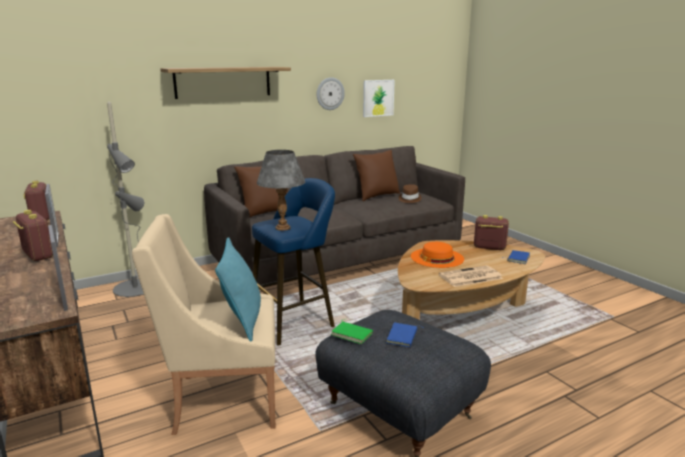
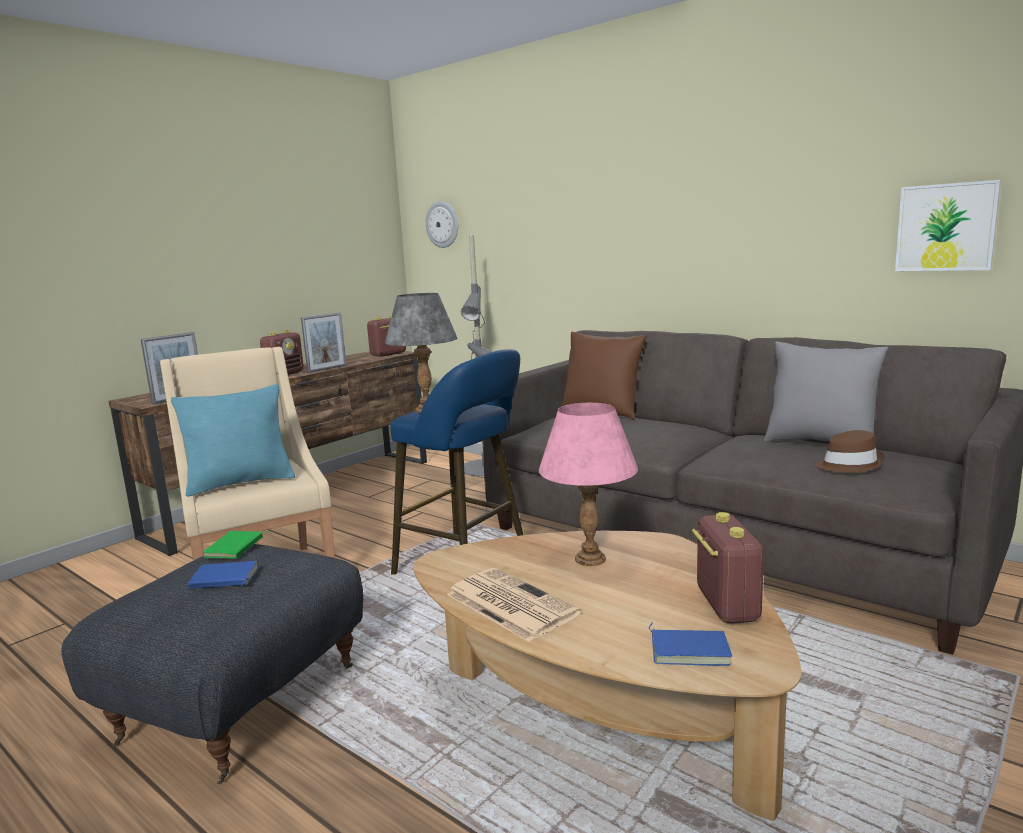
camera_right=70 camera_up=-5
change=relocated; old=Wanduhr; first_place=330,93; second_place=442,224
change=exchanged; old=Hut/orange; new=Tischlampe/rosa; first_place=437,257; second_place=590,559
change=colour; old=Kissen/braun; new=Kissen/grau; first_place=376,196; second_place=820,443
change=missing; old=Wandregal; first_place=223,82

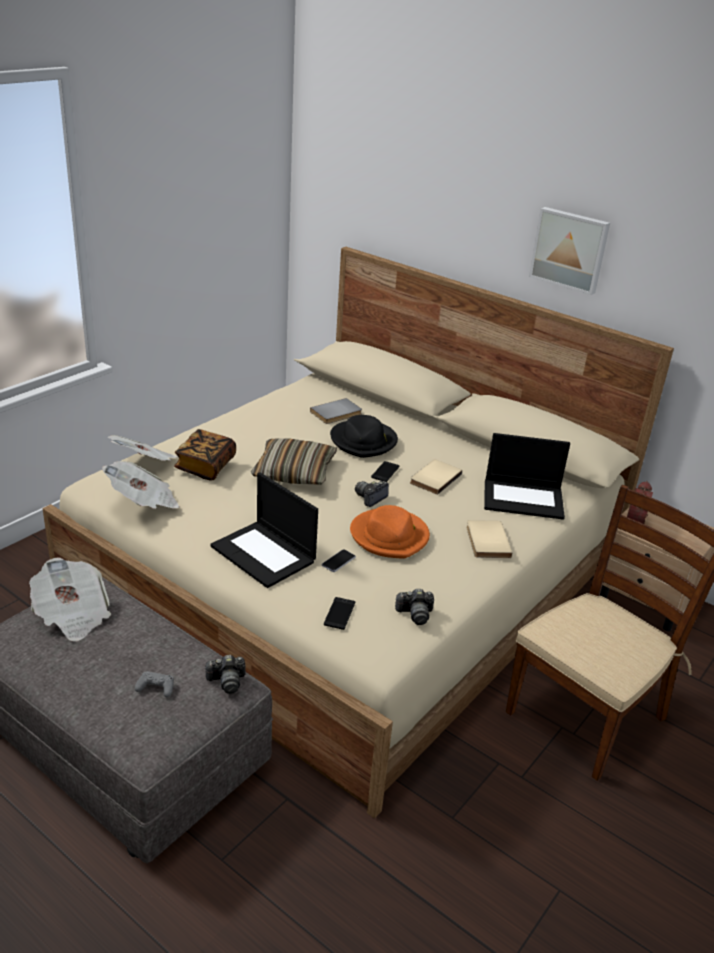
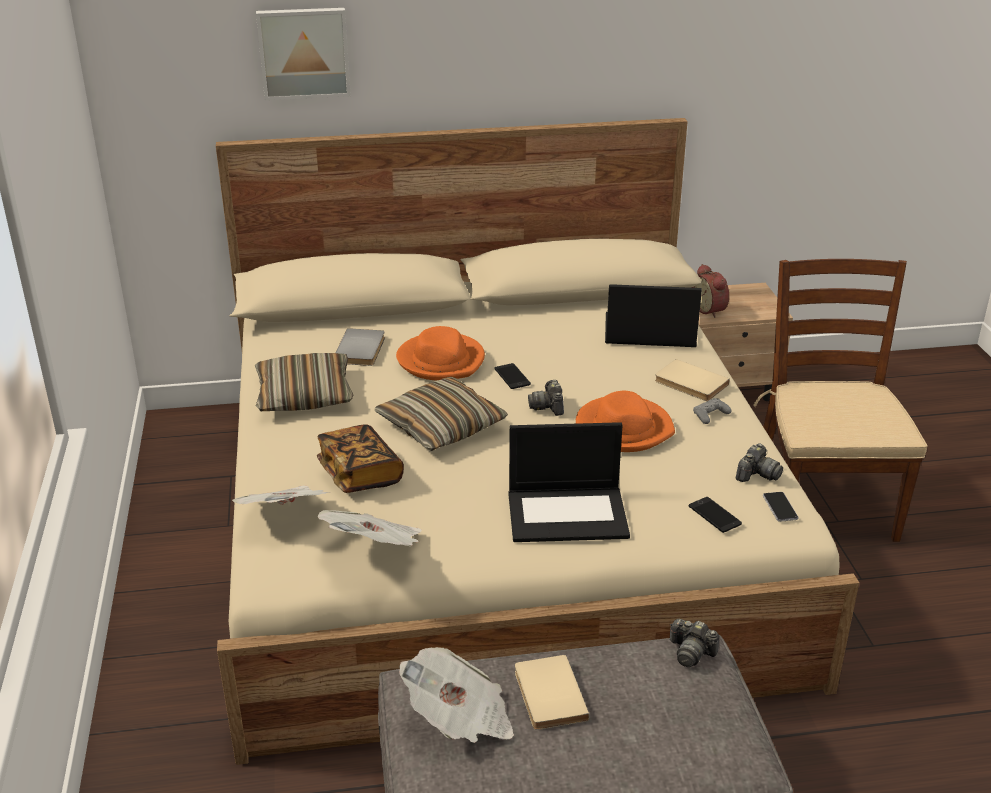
camera_right=-45 camera_up=0
change=appeared; new=Kissen; second_place=304,395
change=relocated; old=Bild; first_place=570,249; second_place=304,52
change=colour; old=Hut/schwarz; new=Hut/orange; first_place=364,441; second_place=441,360
change=relocated; old=Buch/beige; first_place=434,478; second_place=547,695
change=spun; old=Laptop; first_place=524,498; second_place=648,332; degrees=-135
change=spun; old=Kamera; first_place=227,681; second_place=691,652; degrees=90
change=relocated; old=Gamepad/grau; first_place=156,687; second_place=710,415
change=relocated; old=Handy; first_place=338,561; second_place=780,507

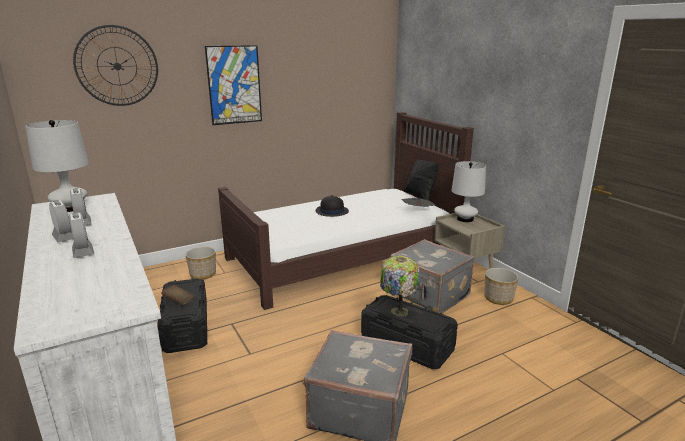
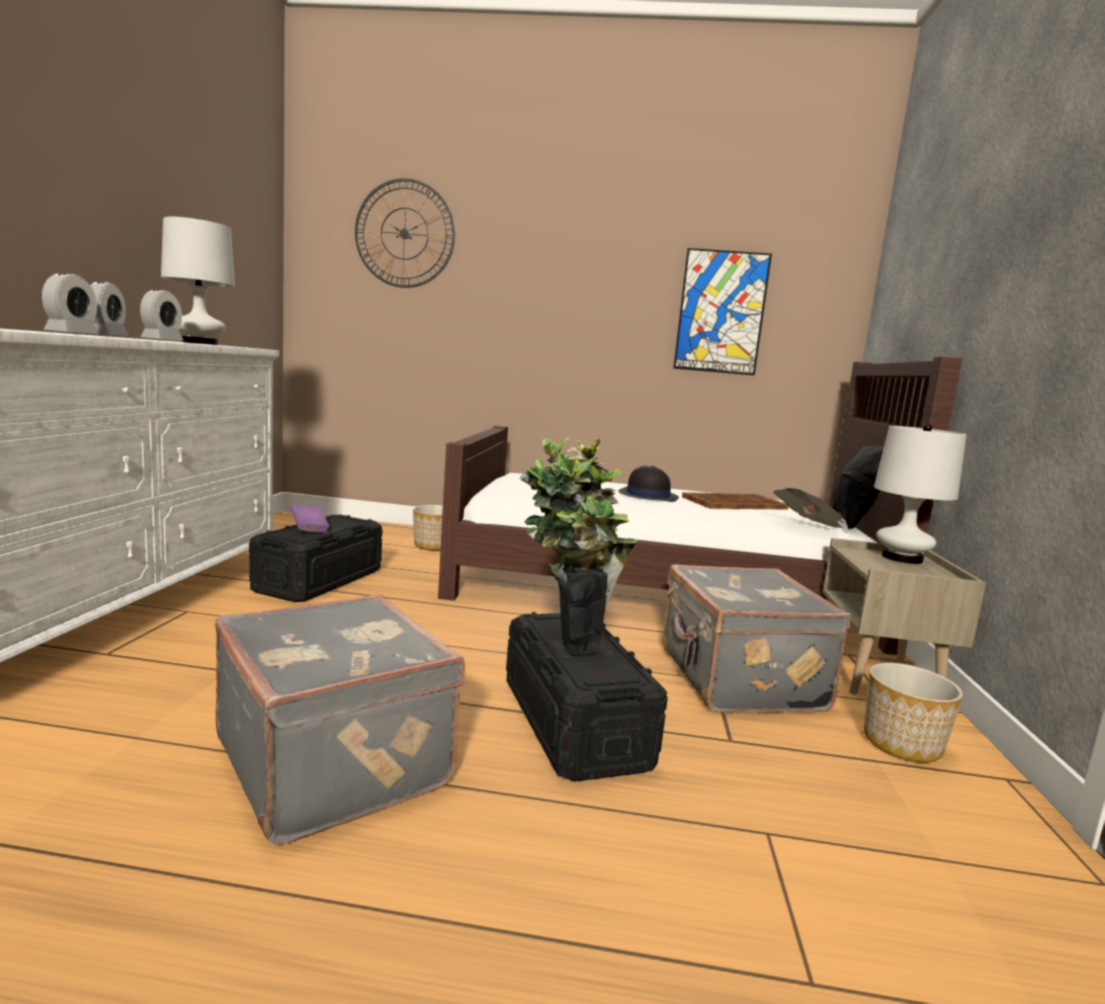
camera_right=35 camera_up=-10
change=colour; old=Buch/braun; new=Buch/lila; first_place=179,301; second_place=309,529
change=exchanged; old=Tischlampe; new=Topfpflanze; first_place=398,311; second_place=567,637
change=relocated; old=Bild; first_place=234,85; second_place=721,312
change=appeared; new=Tablett/braun; second_place=733,503

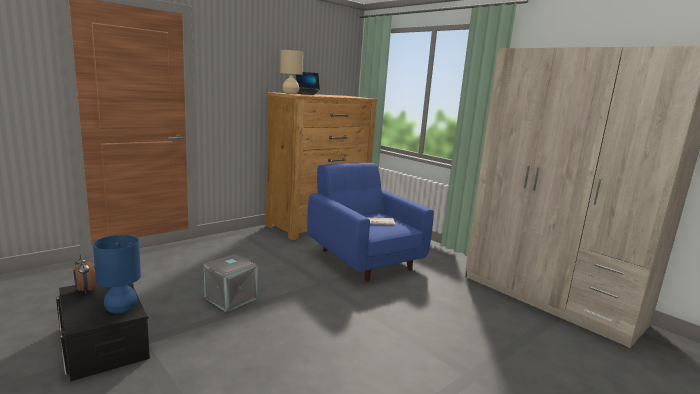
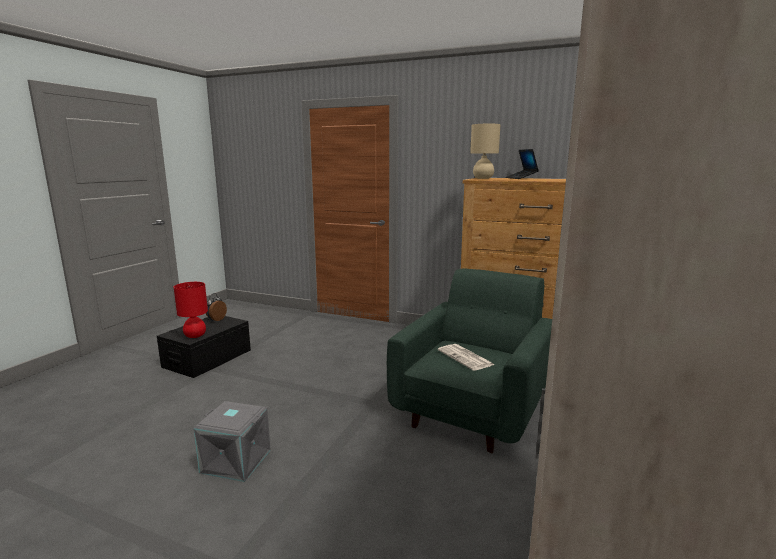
camera_right=65 camera_up=0
change=colour; old=Tischlampe/blau; new=Tischlampe/rot; first_place=121,309; second_place=195,335
change=relocated; old=Aufbewahrungsbox/grau; first_place=231,299; second_place=235,462
change=colour; old=Sessel/blau; new=Sessel/grün; first_place=364,258; second_place=474,408

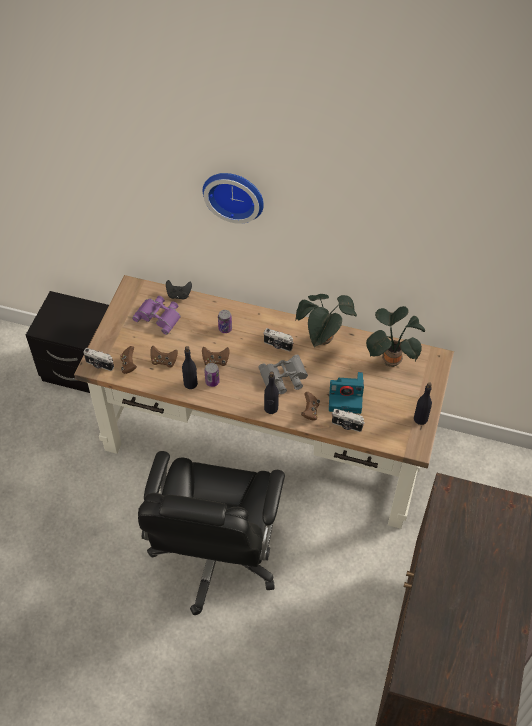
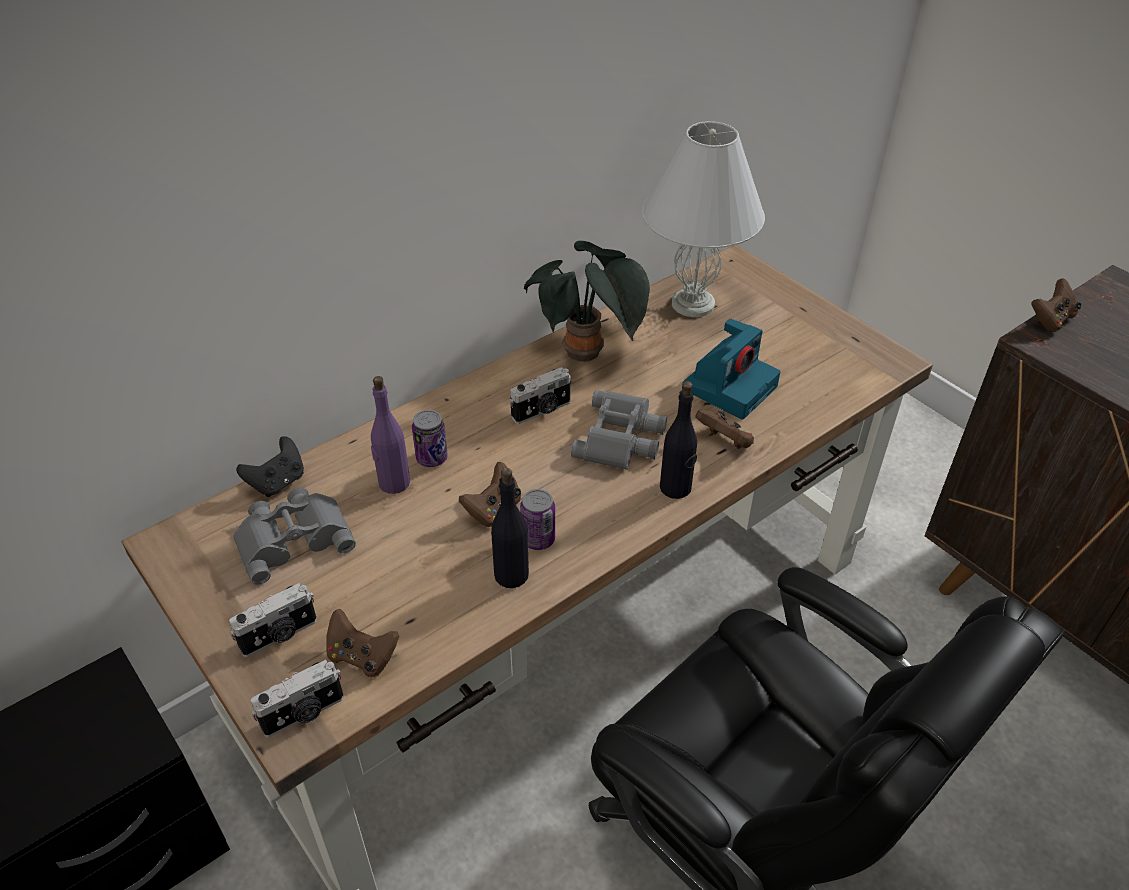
camera_right=-55 camera_up=-10
change=relocated; old=Kamera; first_place=346,426; second_place=279,635
change=colour; old=Fernglas/lila; new=Fernglas/grau; first_place=159,316; second_place=293,537
change=appeared; new=Flasche/lila; second_place=393,483
change=exchanged; old=Topfpflanze; new=Tischlampe/weiß; first_place=391,358; second_place=693,304
change=relocated; old=Gamepad/braun; first_place=164,361; second_place=1051,320
change=missing; old=Wanduhr; first_place=234,194
change=missing; old=Flasche/schwarz; first_place=420,418

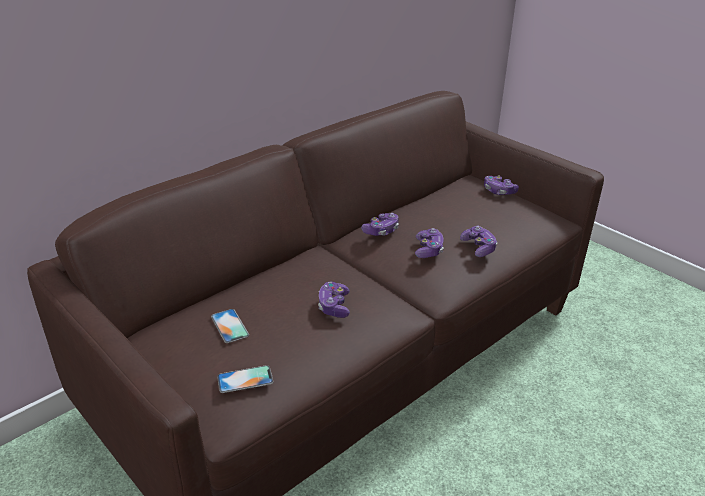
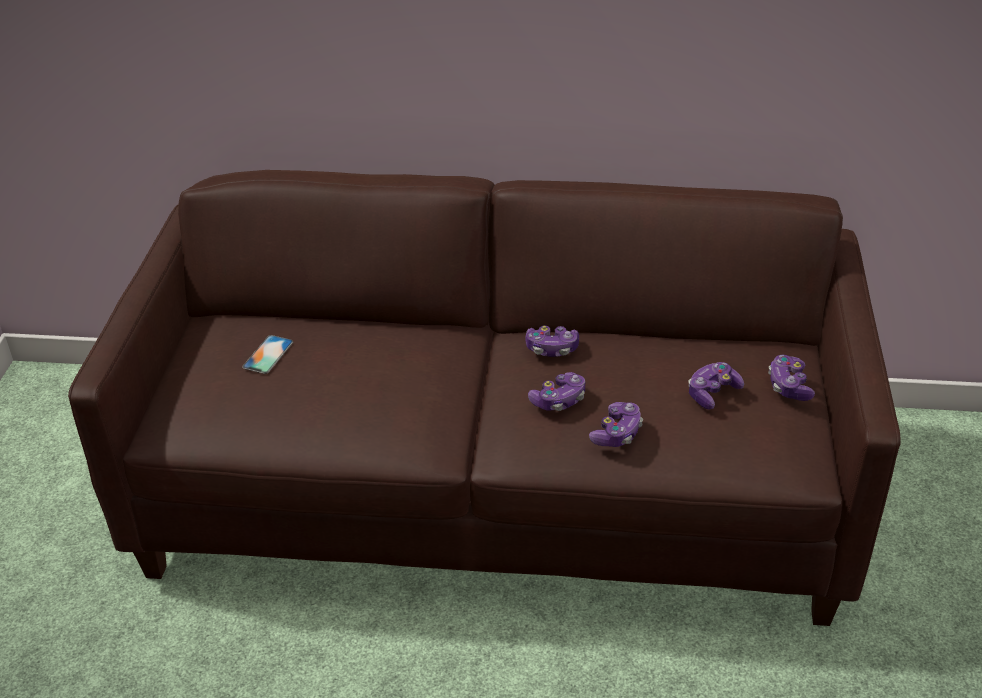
camera_right=50 camera_up=5
change=relocated; old=Gamepad; first_place=334,306; second_place=712,393
change=missing; old=Handy; first_place=245,379

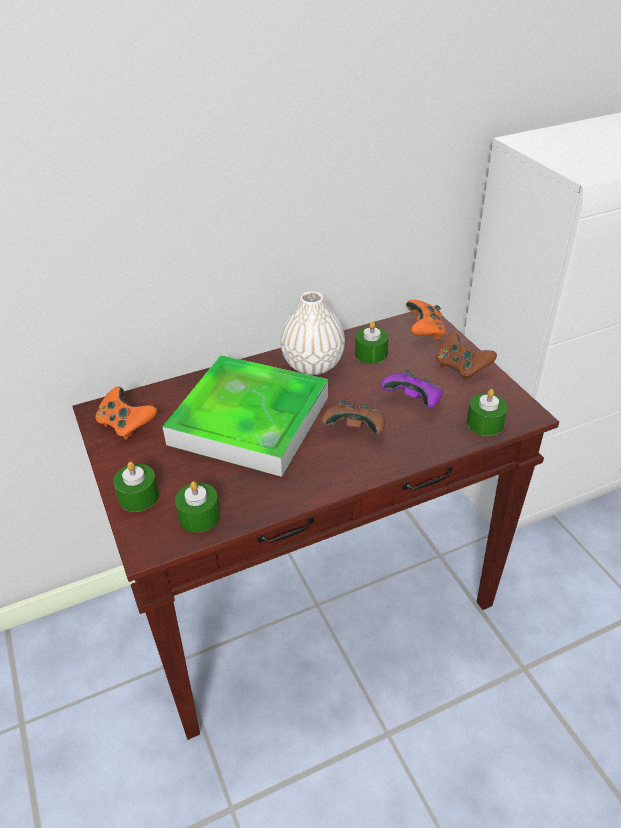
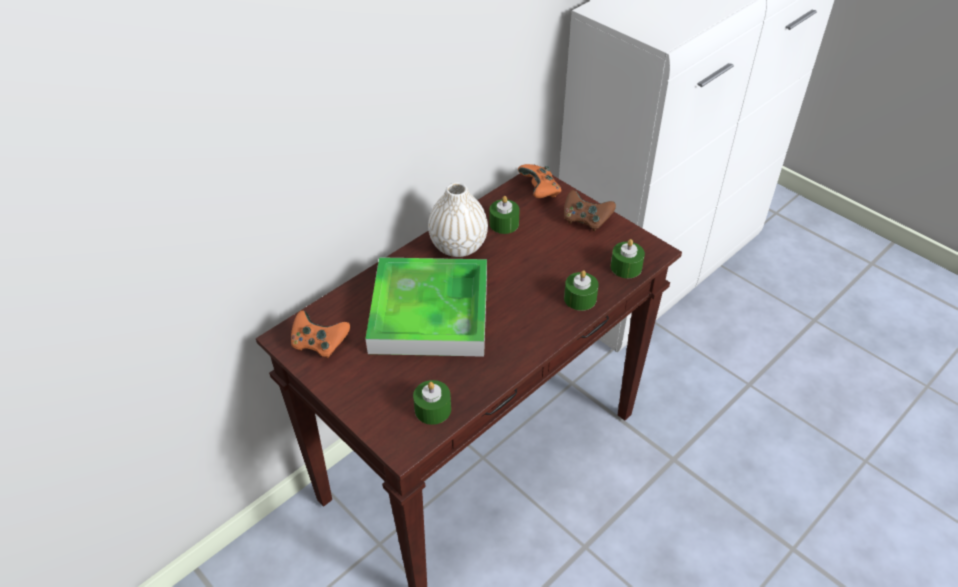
camera_right=-20 camera_up=5
change=relocated; old=Kerze/grün; first_place=138,496; second_place=580,298
change=missing; old=Gamepad/braun; first_place=355,430
change=missing; old=Gamepad/lila; first_place=414,401

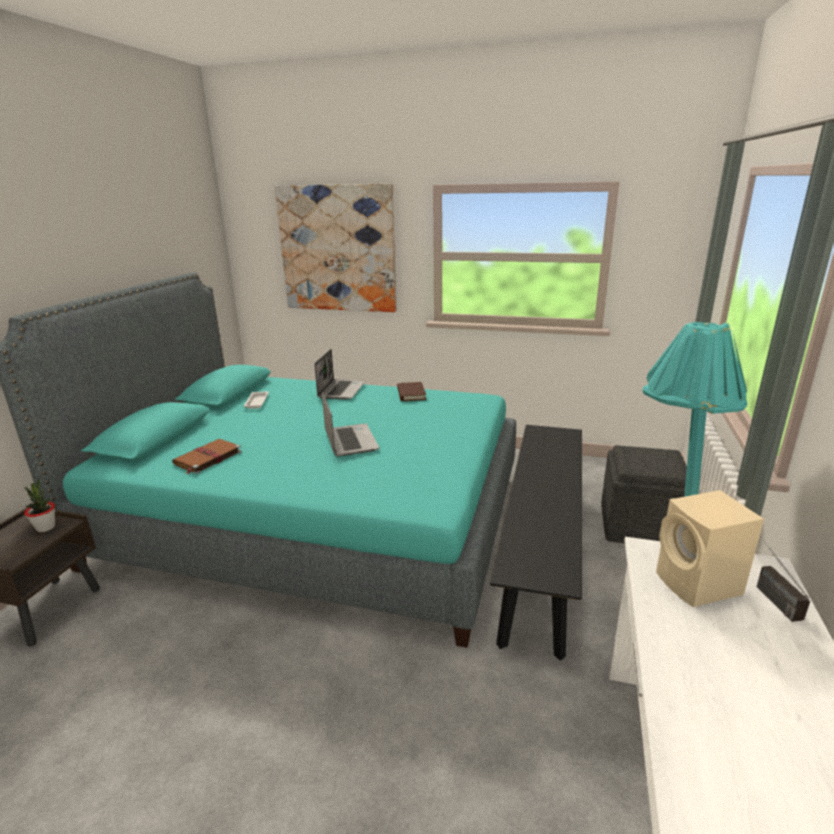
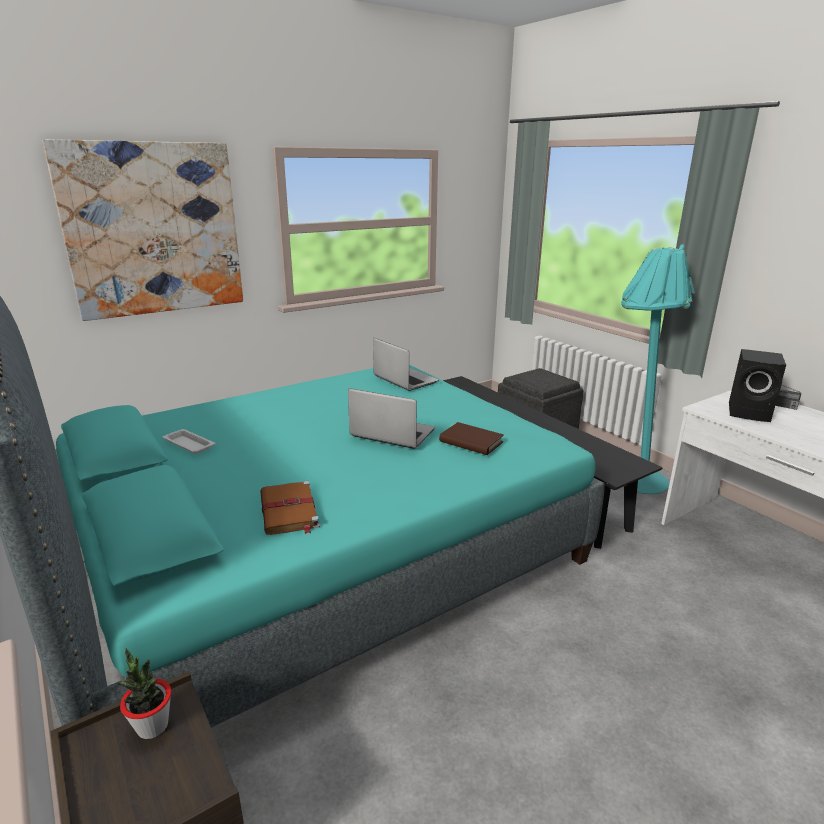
camera_right=-50 camera_up=0
change=relocated; old=Laptop; first_place=341,390; second_place=404,379
change=relocated; old=Buch/braun; first_place=411,394; second_place=471,442
change=colour; old=Lautsprecher/beige; new=Lautsprecher/schwarz; first_place=699,585; second_place=750,413

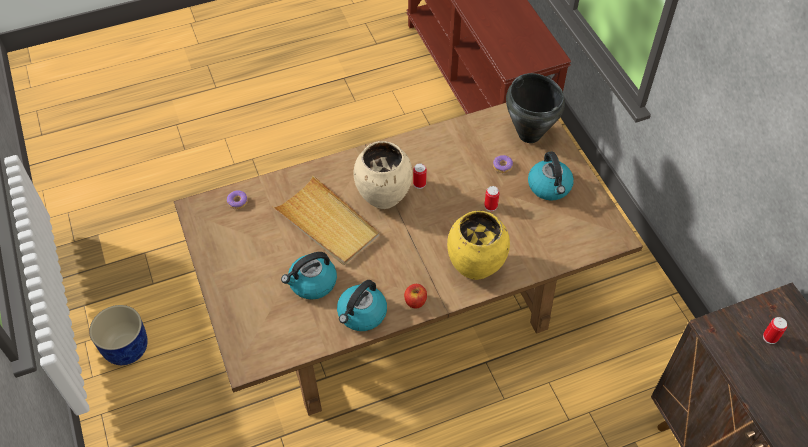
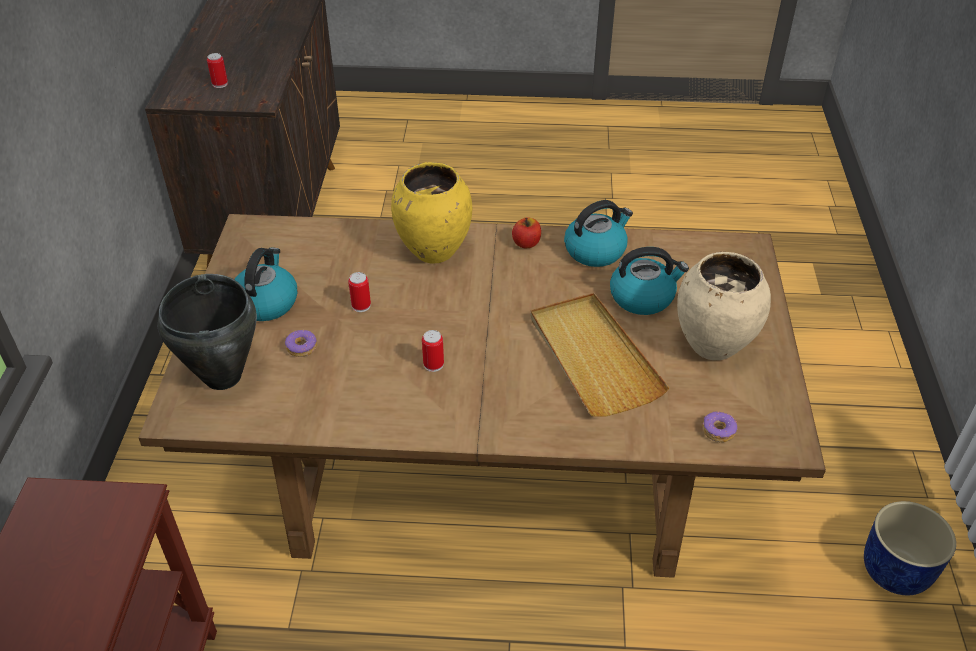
camera_right=-155 camera_up=-10
change=relocated; old=Vase/beige; first_place=384,198; second_place=712,345

